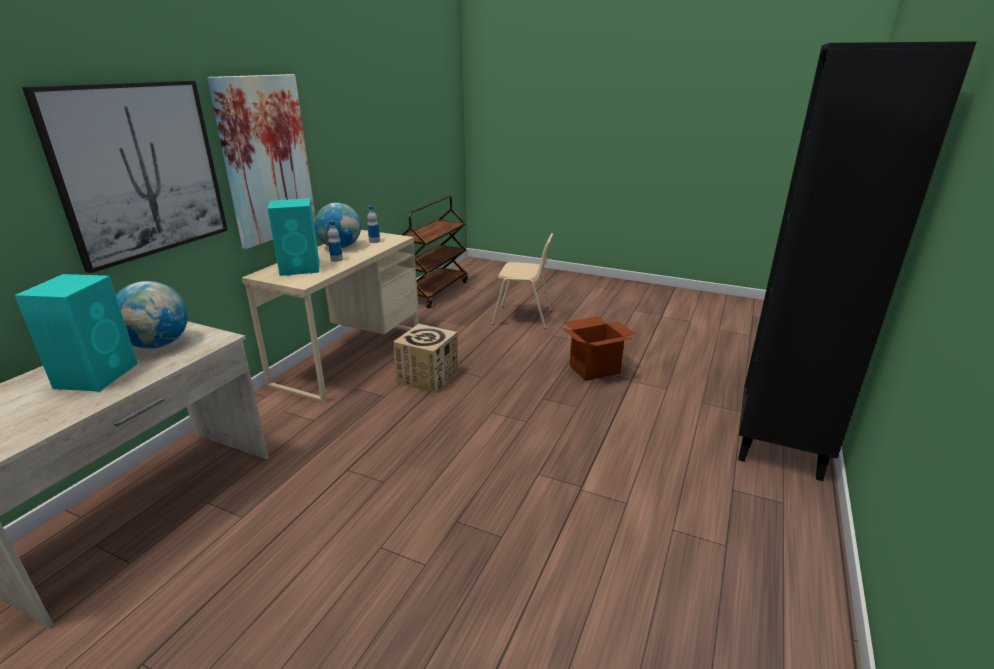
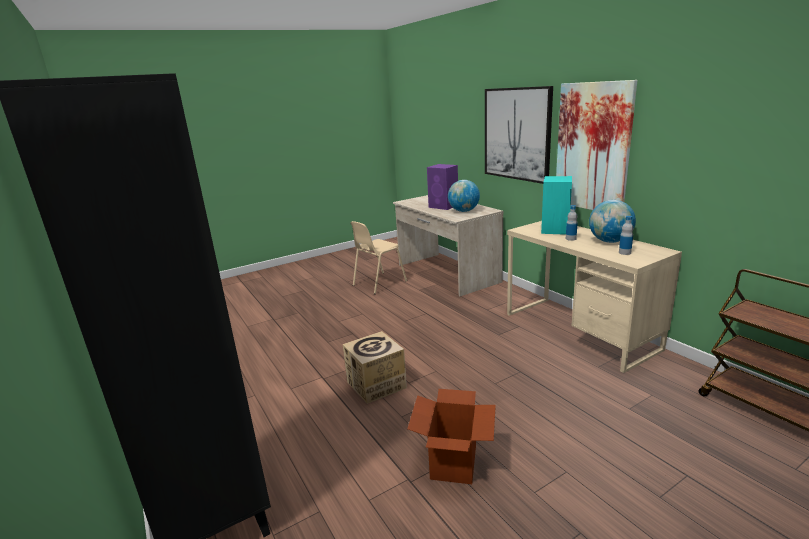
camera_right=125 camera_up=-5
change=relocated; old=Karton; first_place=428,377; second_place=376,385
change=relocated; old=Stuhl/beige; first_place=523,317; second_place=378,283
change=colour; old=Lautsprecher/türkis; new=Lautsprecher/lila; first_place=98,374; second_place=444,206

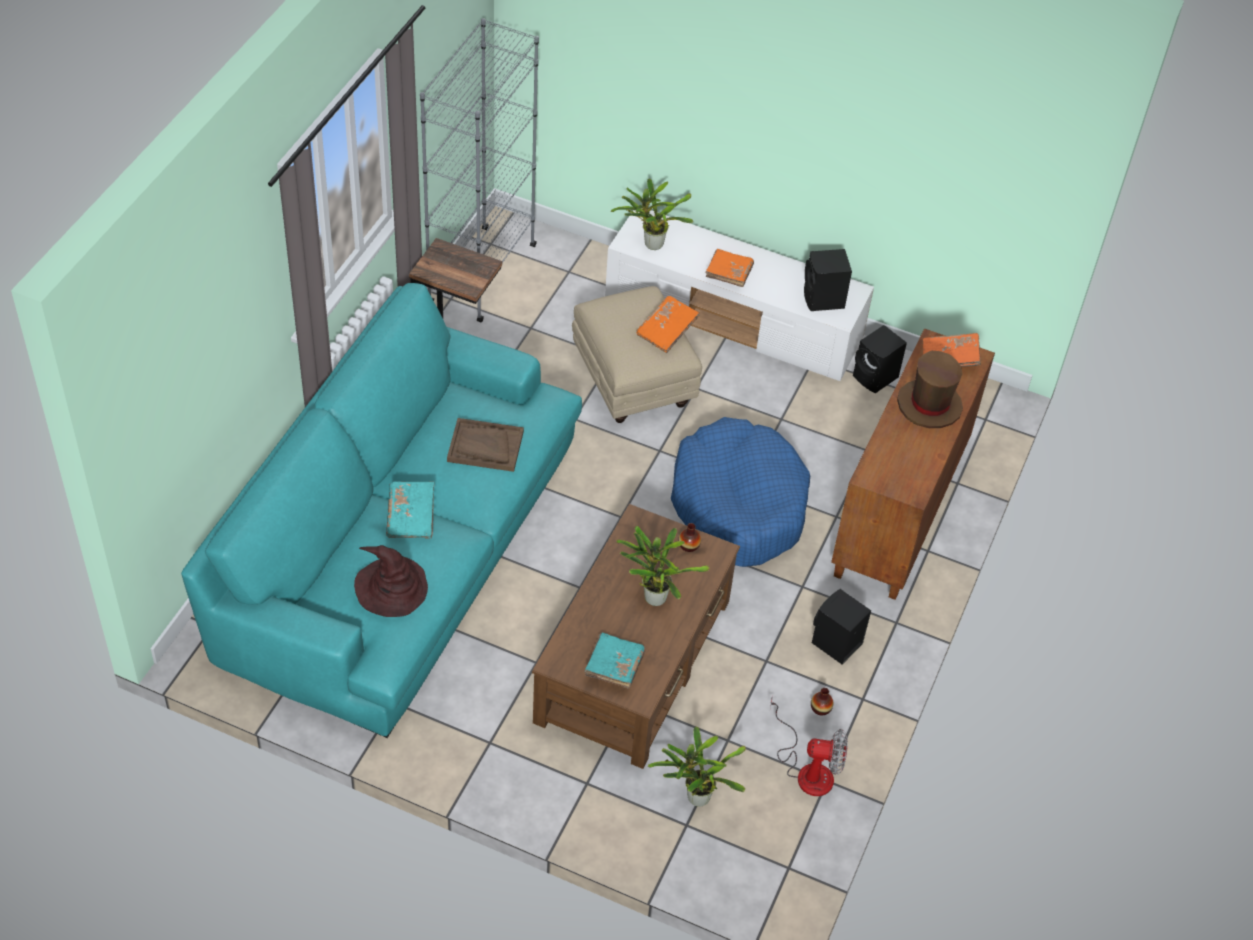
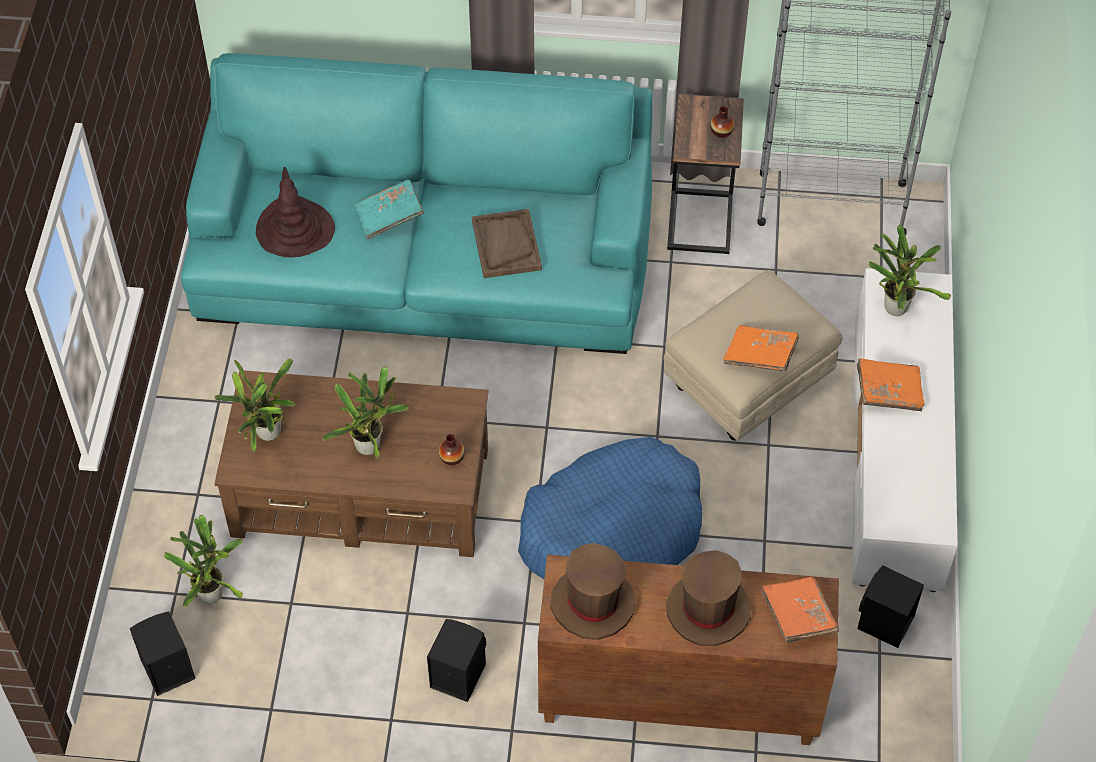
camera_right=75 camera_up=5
change=relocated; old=Lautsprecher/schwarz; first_place=823,300; second_place=165,669
change=exchanged; old=Buch/türkis; new=Topfpflanze; first_place=614,667; second_place=267,435
change=appeared; new=Hut/braun; second_place=592,604
change=relocated; old=Vase; first_place=820,708; second_place=721,131
change=missing; old=Ventilator; first_place=807,769

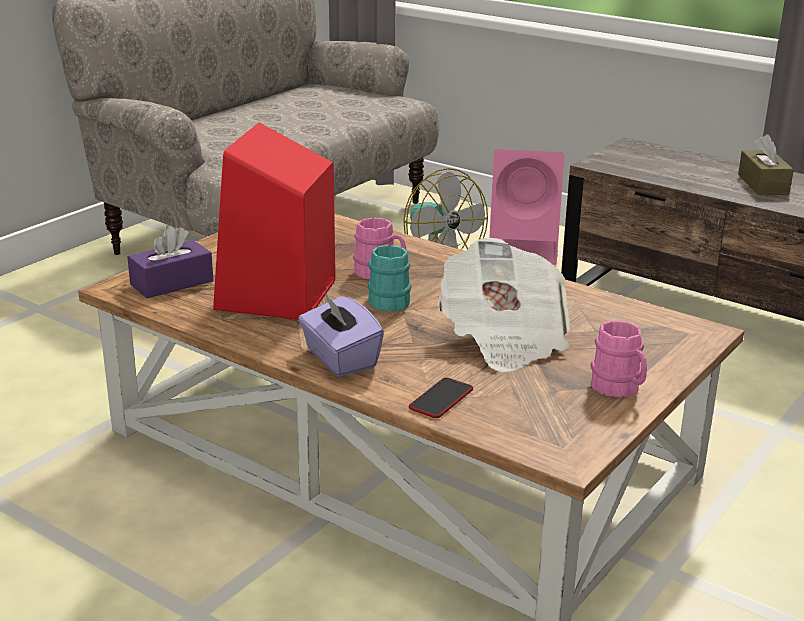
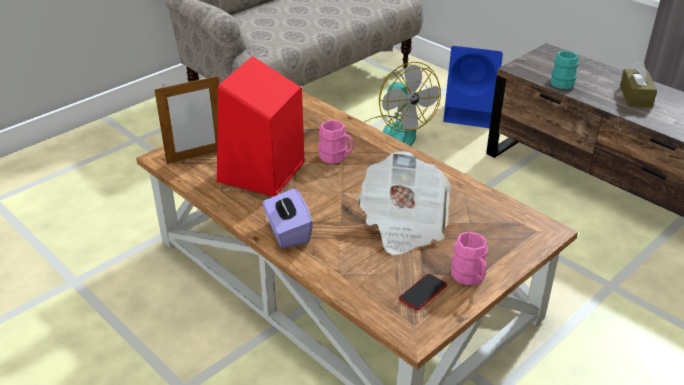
camera_right=10 camera_up=10
change=exchanged; old=Taschentuchbox/lila; new=Bilderrahmen; first_place=172,283; second_place=196,156
change=relocated; old=Handy; first_place=441,399; second_place=423,292
change=colour; old=Lautsprecher/rosa; new=Lautsprecher/blau; first_place=525,250; second_place=471,113
change=relocated; old=Henkelbecher/türkis; first_place=387,300; second_place=560,82

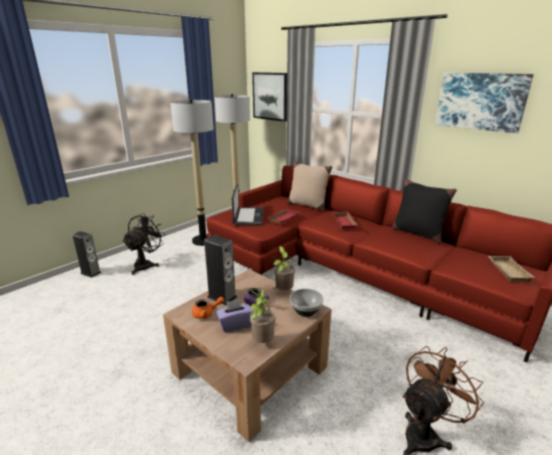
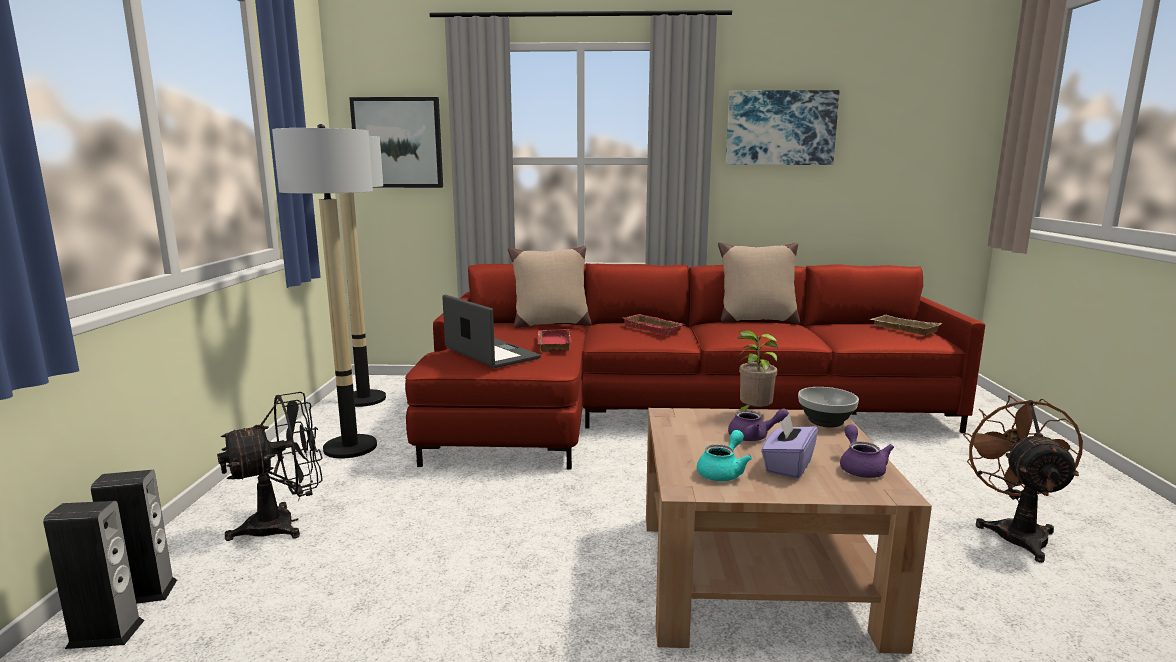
camera_right=-40 camera_up=-10
change=relocated; old=Lautsprecher; first_place=222,297; second_place=105,634
change=spun; old=Ventilator/schwarz; first_place=146,264; second_place=284,524; degrees=75
change=colour; old=Teekanne/orange; new=Teekanne/türkis; first_place=206,313; second_place=723,472
change=colour; old=Kissen/schwarz; new=Kissen/beige; first_place=417,233; second_place=756,320
change=exchanged; old=Topfpflanze; new=Teekanne/lila; first_place=262,342; second_place=860,468

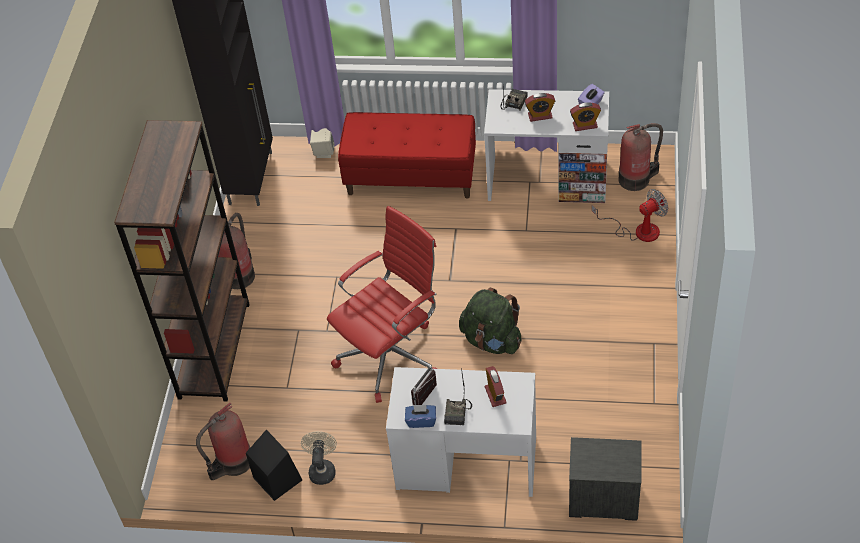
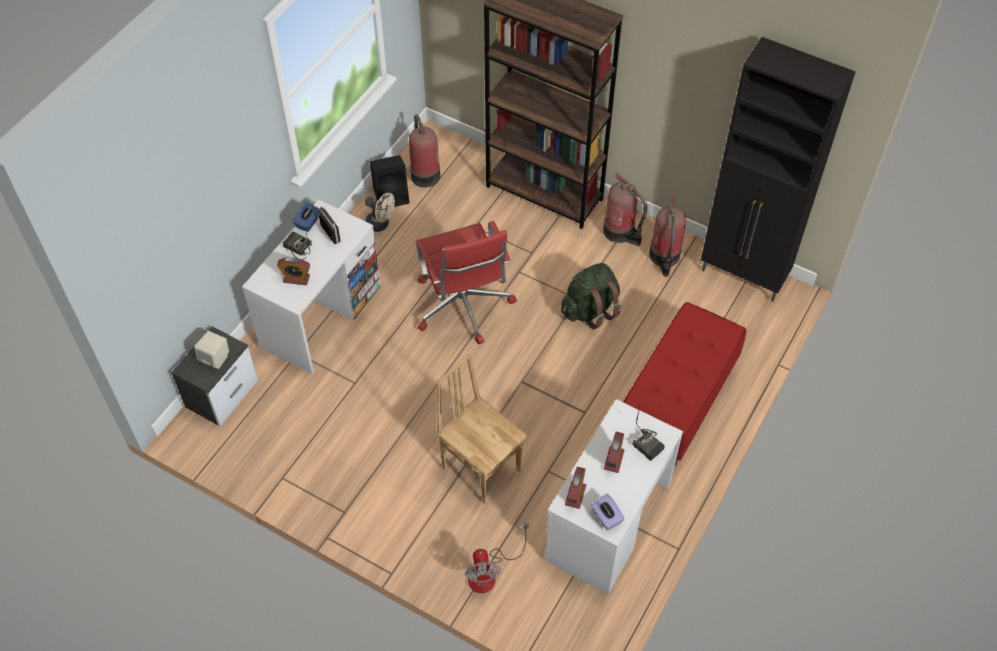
camera_right=110 camera_up=5
change=relocated; old=Lautsprecher/beige; first_place=324,152; second_place=215,358
change=appeared; new=Stuhl/braun; second_place=481,467
change=relocated; old=Rucksack/grün; first_place=492,340; second_place=590,310
change=relocated; old=Feuerlöscher; first_place=636,179; second_place=664,257

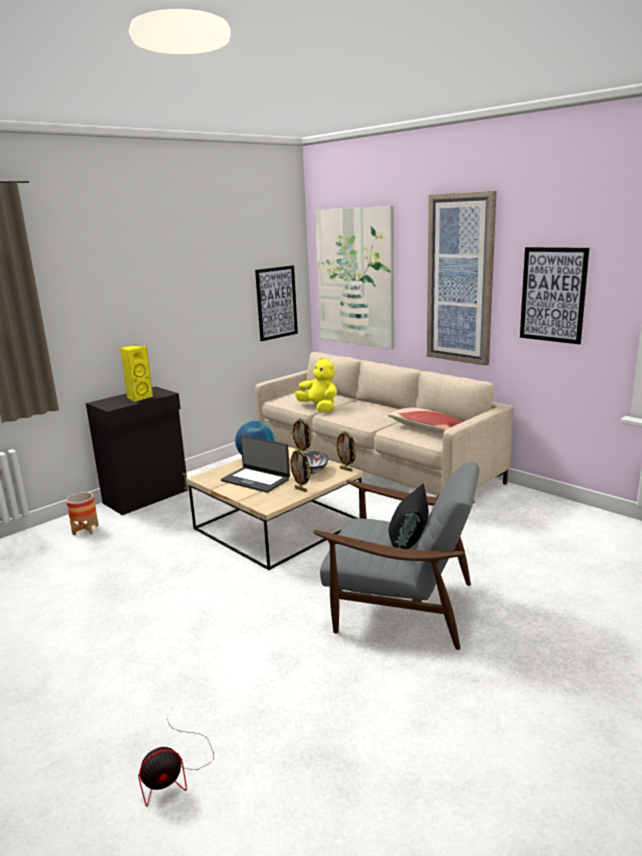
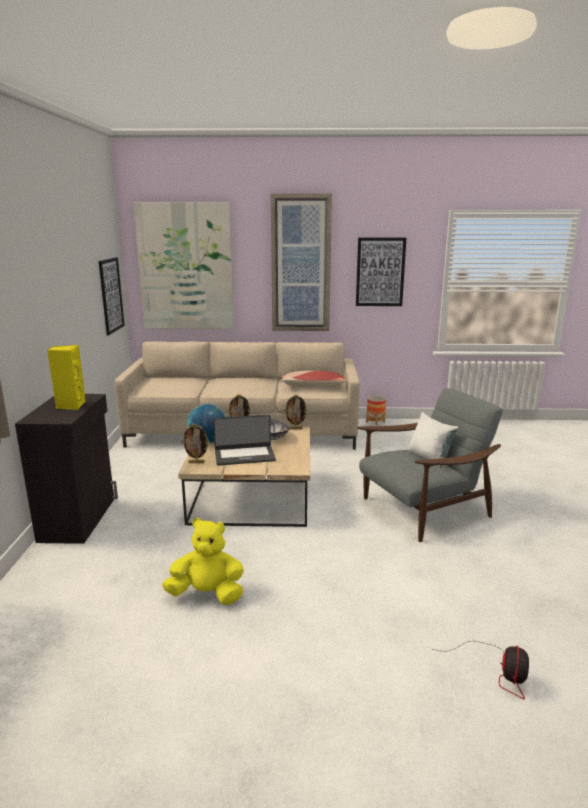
camera_right=-45 camera_up=0
change=relocated; old=Plüschtier/gelb; first_place=319,408; second_place=207,594
change=relocated; old=Bilderrahmen; first_place=301,489; second_place=196,462
change=relocated; old=Pflanzkübel; first_place=85,530; second_place=375,422
change=colour; old=Kissen/schwarz; new=Kissen/weiß; first_place=408,542; second_place=429,458

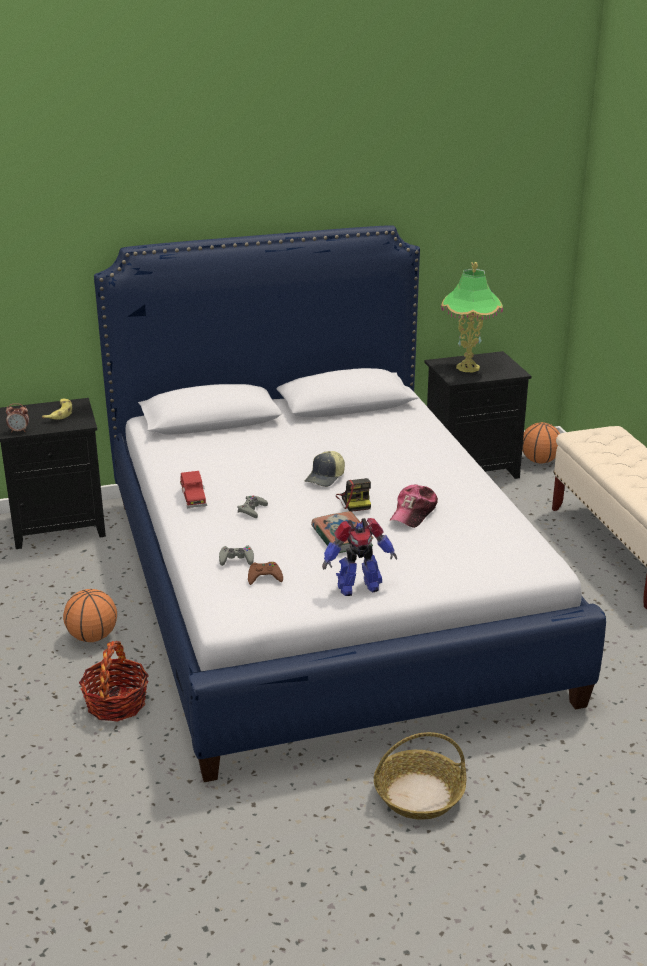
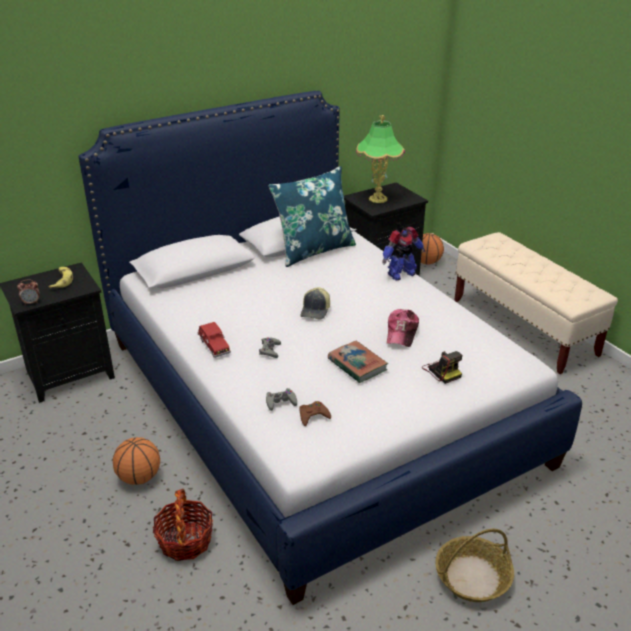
camera_right=-15 camera_up=5
change=appeared; new=Kissen/blau; second_place=313,250
change=relocated; old=Spielzeugroboter; first_place=357,587; second_place=400,274
change=relocated; old=Kamera; first_place=355,501; second_place=441,371

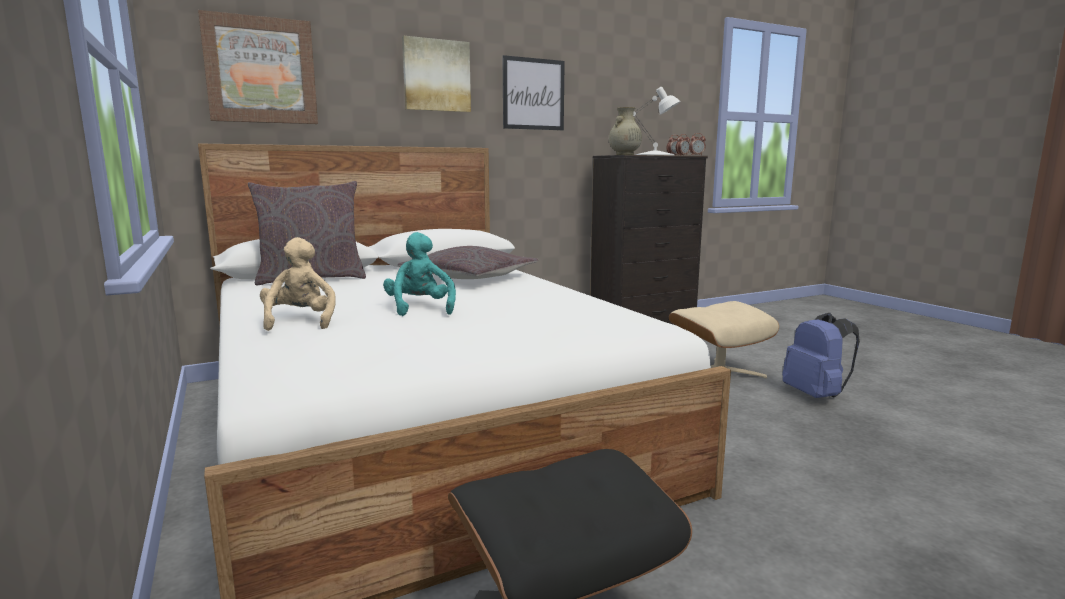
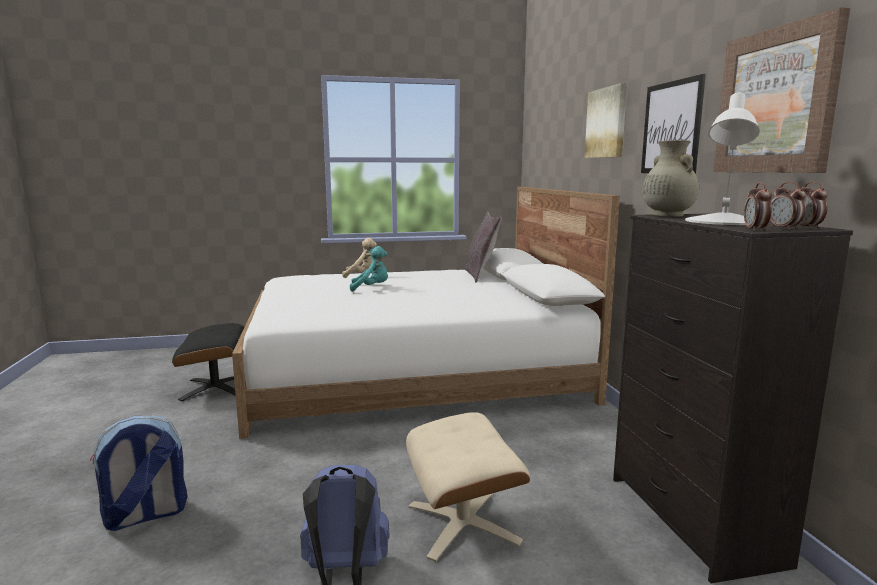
camera_right=105 camera_up=0
change=appeared; new=Rucksack; second_place=145,515
change=relocated; old=Bild; first_place=261,71; second_place=776,101
change=missing; old=Kissen/grau; first_place=469,278

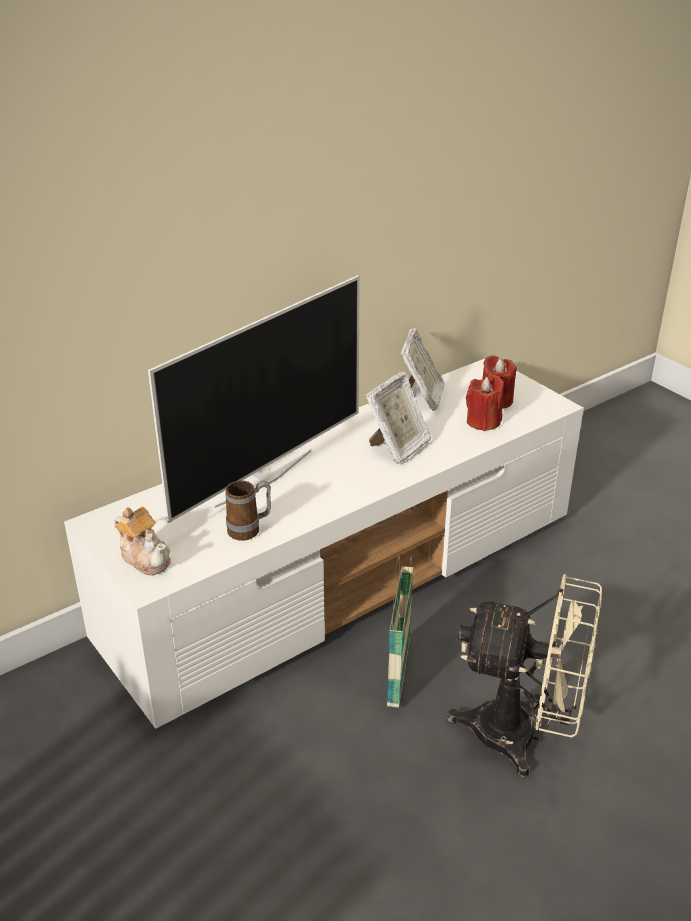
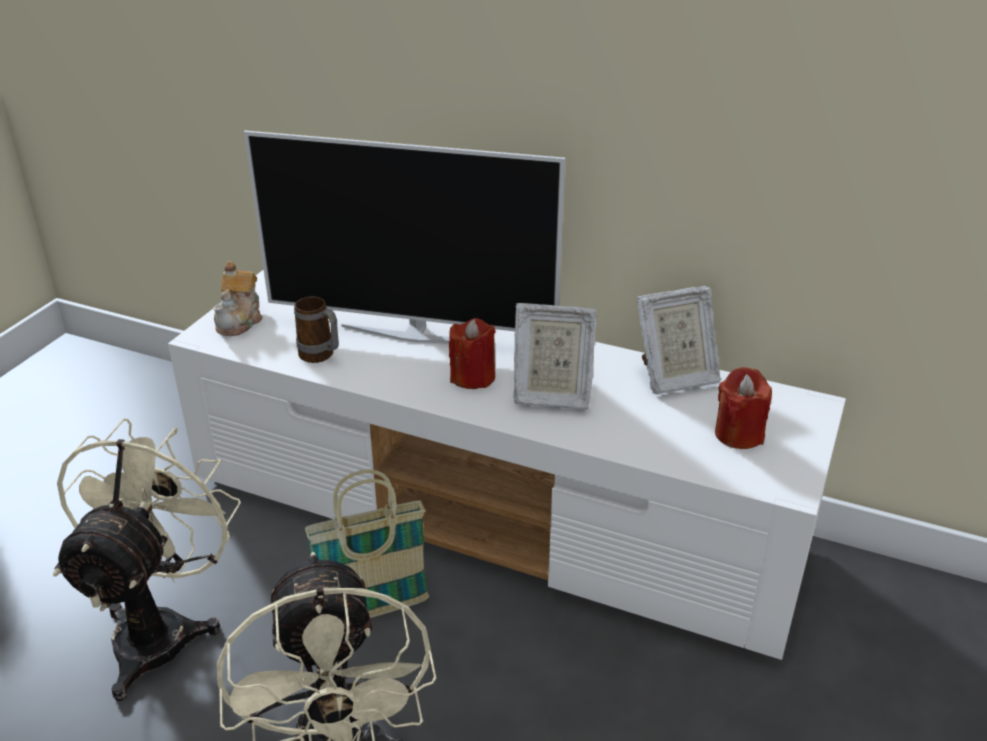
camera_right=60 camera_up=0
change=appeared; new=Ventilator/beige; second_place=161,628
change=relocated; old=Kerze/rot; first_place=483,422; second_place=472,377

